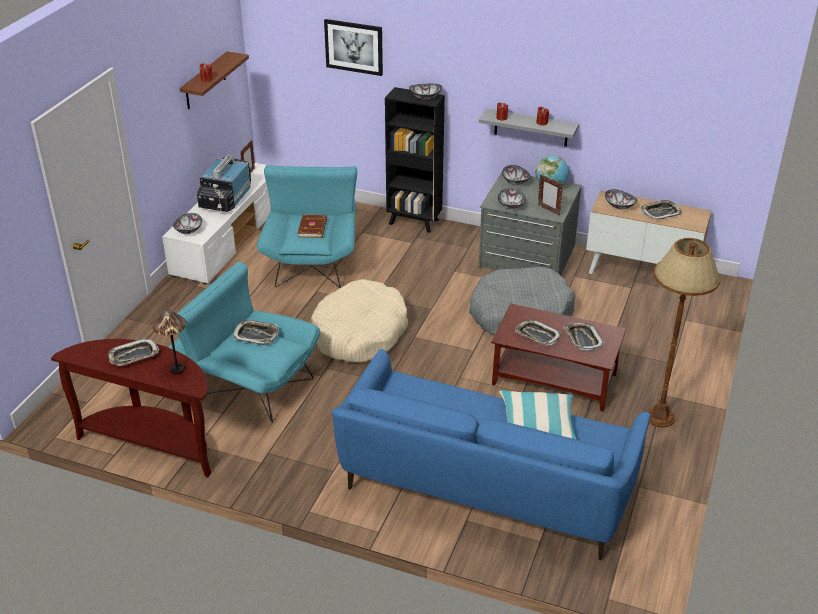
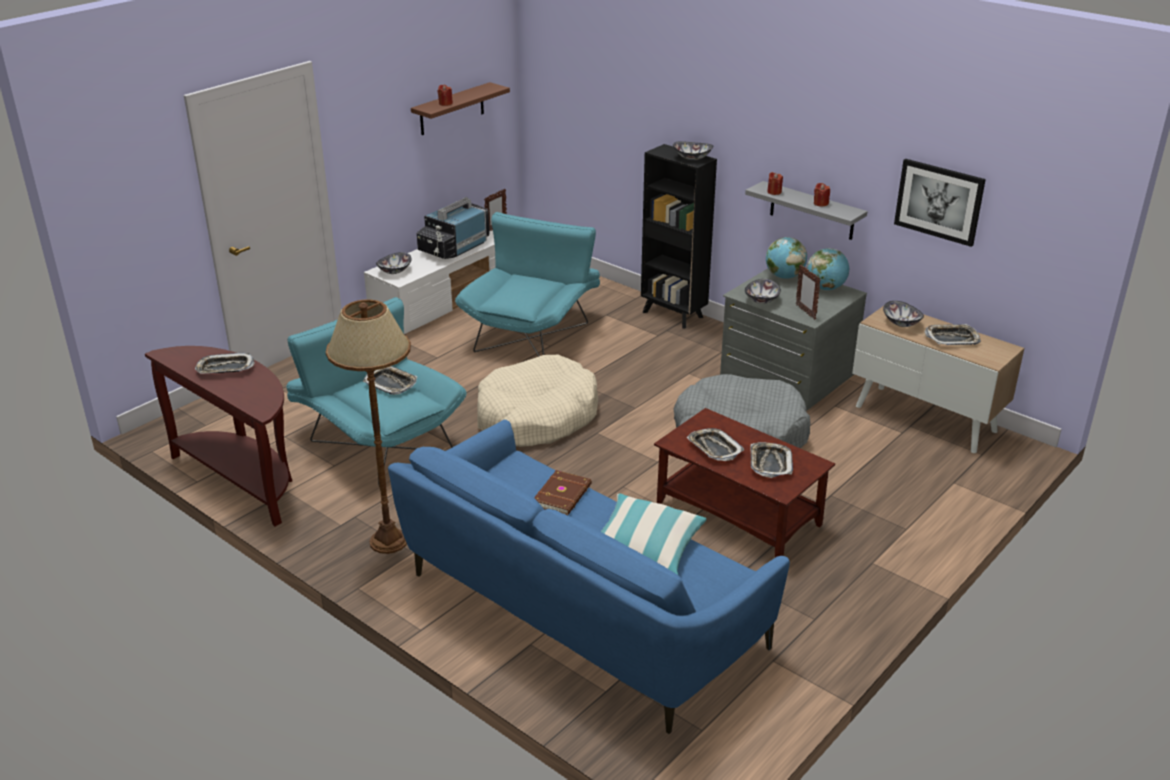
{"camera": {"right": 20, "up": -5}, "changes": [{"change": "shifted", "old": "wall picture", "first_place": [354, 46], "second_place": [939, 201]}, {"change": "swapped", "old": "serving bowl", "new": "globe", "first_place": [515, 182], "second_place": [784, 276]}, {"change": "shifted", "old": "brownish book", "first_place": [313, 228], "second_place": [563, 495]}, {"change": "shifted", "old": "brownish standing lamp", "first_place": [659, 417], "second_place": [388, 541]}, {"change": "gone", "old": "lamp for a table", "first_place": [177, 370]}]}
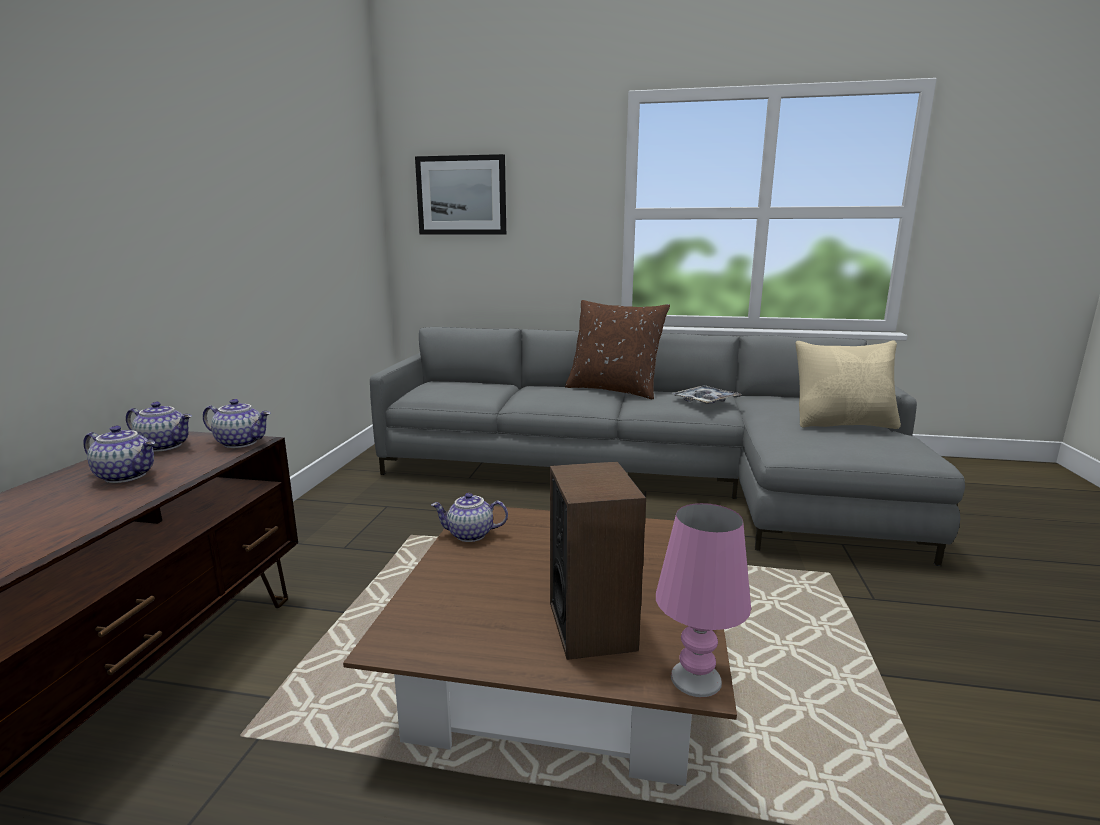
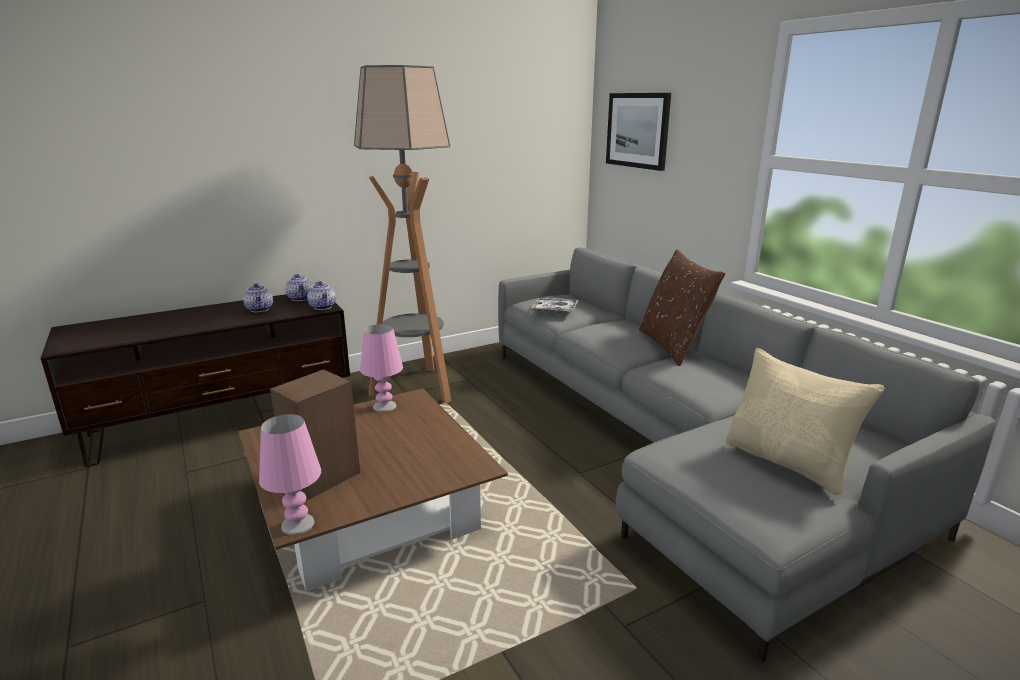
{"camera": {"right": 50, "up": 5}, "changes": [{"change": "shifted", "old": "serving tray", "first_place": [705, 401], "second_place": [555, 310]}, {"change": "swapped", "old": "teapot", "new": "pinkish lamp for a table", "first_place": [470, 535], "second_place": [384, 406]}, {"change": "new", "new": "standing lamp", "second_place": [416, 388]}]}
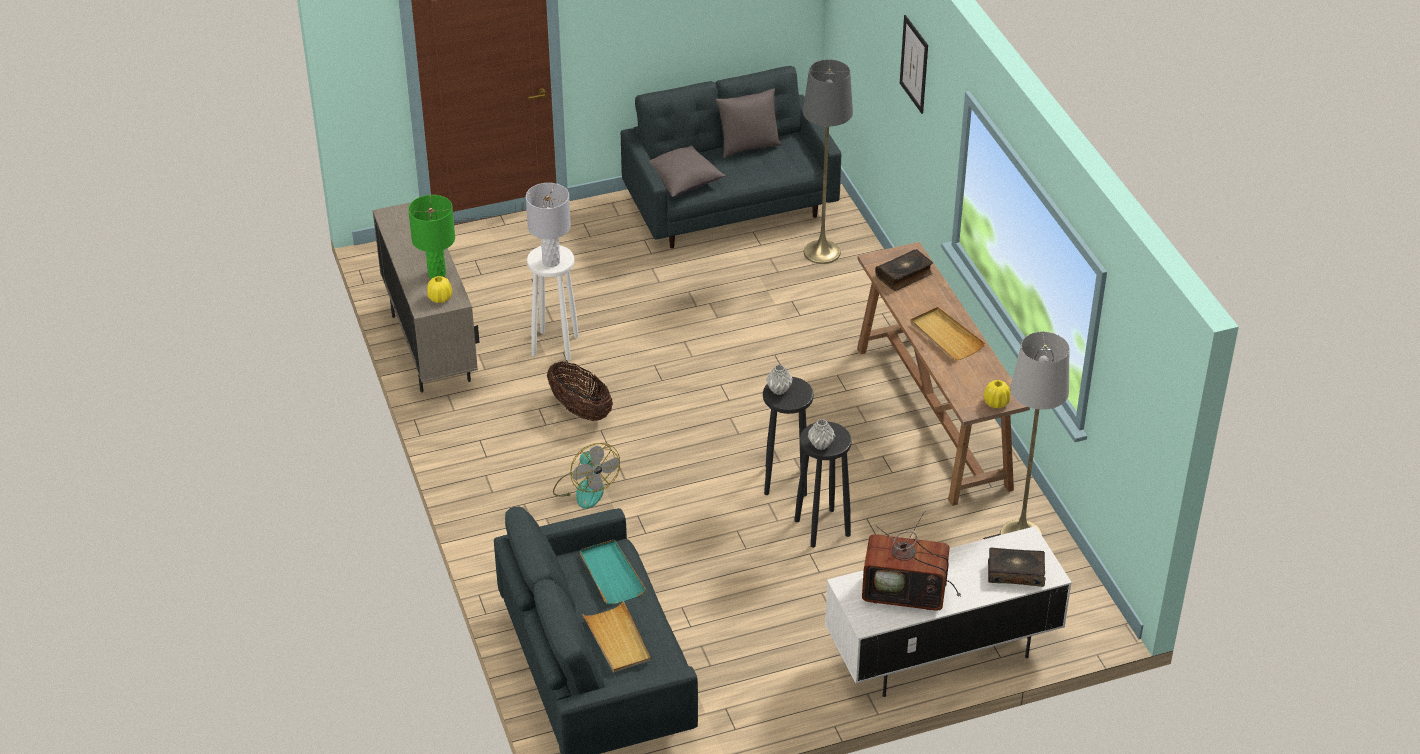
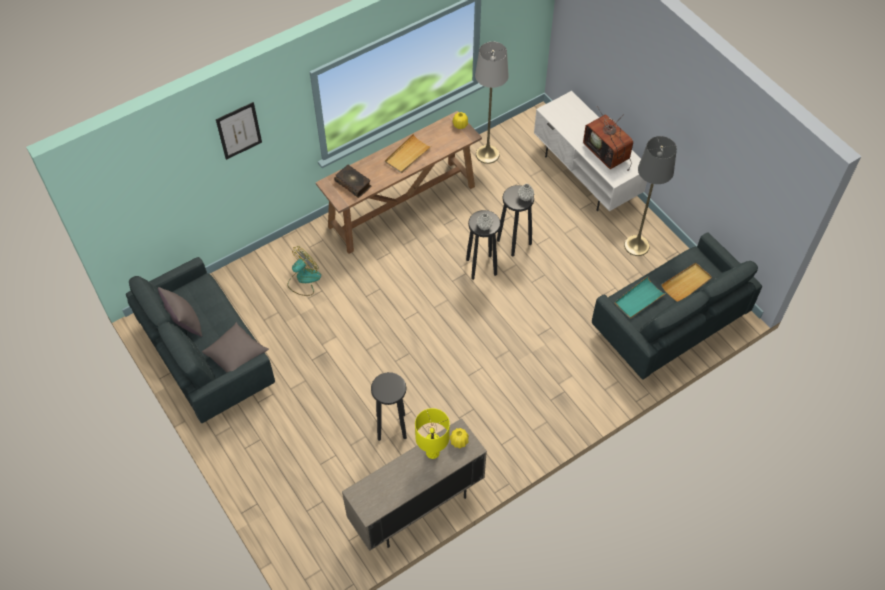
{"camera": {"right": -105, "up": 15}, "changes": [{"change": "shifted", "old": "gray standing lamp", "first_place": [821, 252], "second_place": [636, 245]}, {"change": "gone", "old": "gray lamp for a table", "first_place": [551, 261]}, {"change": "repainted", "old": "greenish lamp for a table", "new": "yellow lamp for a table", "first_place": [437, 274], "second_place": [433, 452]}, {"change": "repainted", "old": "whitish sitting stool", "new": "blackish sitting stool", "first_place": [556, 345], "second_place": [391, 426]}, {"change": "gone", "old": "basket", "first_place": [580, 410]}, {"change": "shifted", "old": "fan", "first_place": [585, 488], "second_place": [303, 279]}, {"change": "rotated", "old": "television", "first_place": [907, 591], "second_place": [608, 153], "degrees": 150}, {"change": "gone", "old": "book", "first_place": [1015, 572]}]}
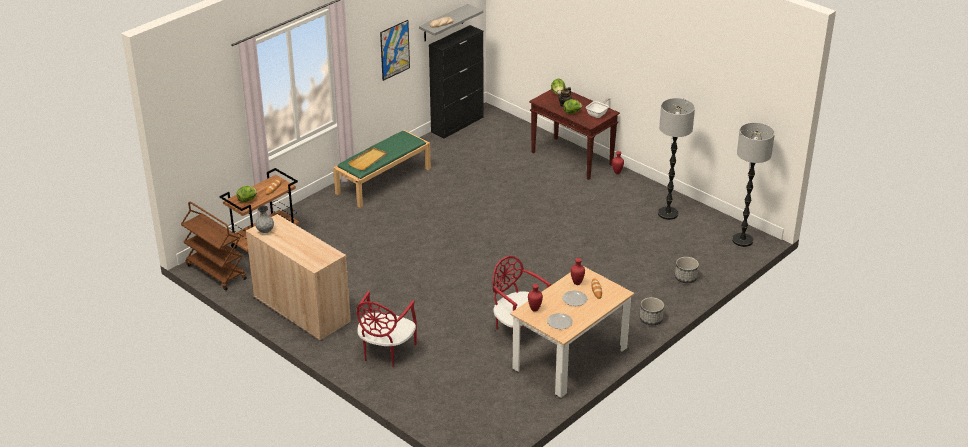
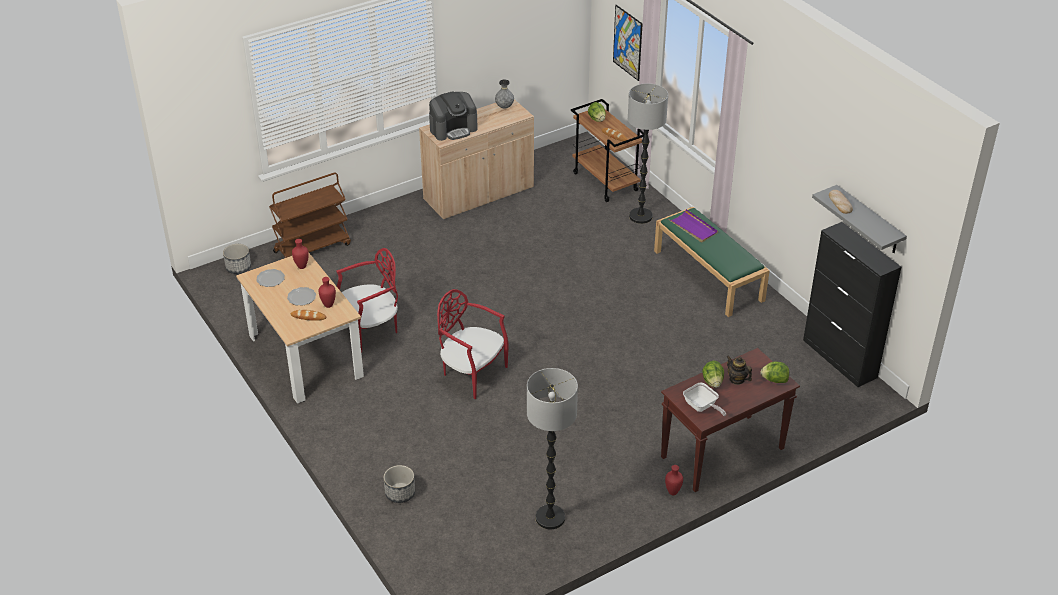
{"camera": {"right": 105, "up": 5}, "changes": [{"change": "shifted", "old": "wall picture", "first_place": [395, 50], "second_place": [627, 42]}, {"change": "shifted", "old": "standing lamp", "first_place": [742, 240], "second_place": [640, 216]}, {"change": "repainted", "old": "sand-coloured serving tray", "new": "purplish serving tray", "first_place": [368, 160], "second_place": [693, 228]}, {"change": "shifted", "old": "brownish wheeled cart", "first_place": [215, 272], "second_place": [312, 248]}, {"change": "shifted", "old": "red upright chair", "first_place": [386, 352], "second_place": [472, 373]}, {"change": "shifted", "old": "plant pot", "first_place": [651, 319], "second_place": [238, 267]}, {"change": "new", "new": "coffee maker", "second_place": [453, 129]}]}
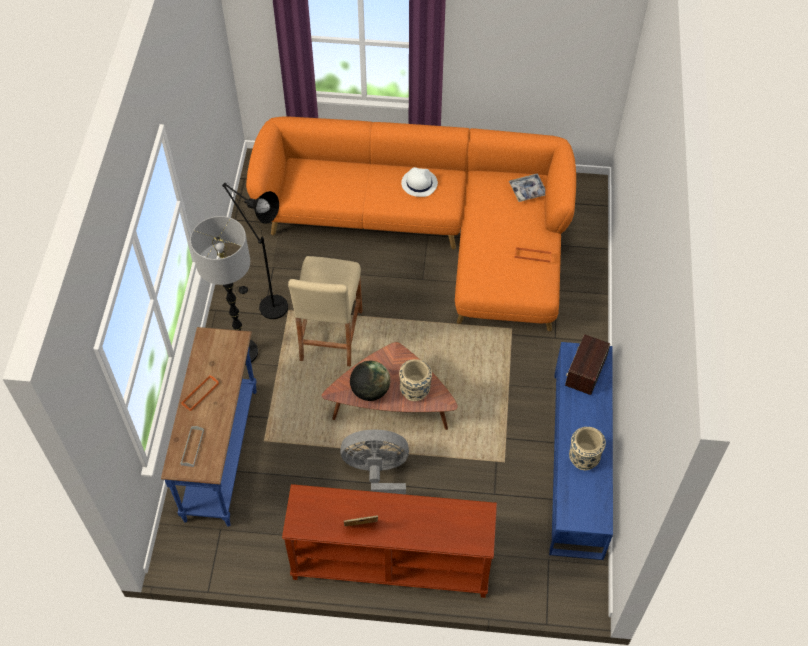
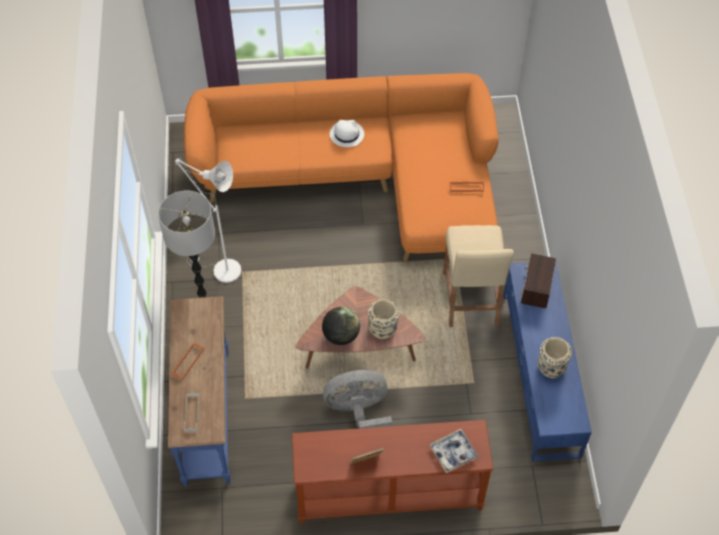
{"camera": {"right": -10, "up": 0}, "changes": [{"change": "shifted", "old": "serving tray", "first_place": [528, 190], "second_place": [453, 452]}, {"change": "repainted", "old": "blackish standing lamp", "new": "whitish standing lamp", "first_place": [268, 305], "second_place": [221, 270]}, {"change": "shifted", "old": "sand-coloured sitting stool", "first_place": [330, 335], "second_place": [470, 298]}]}
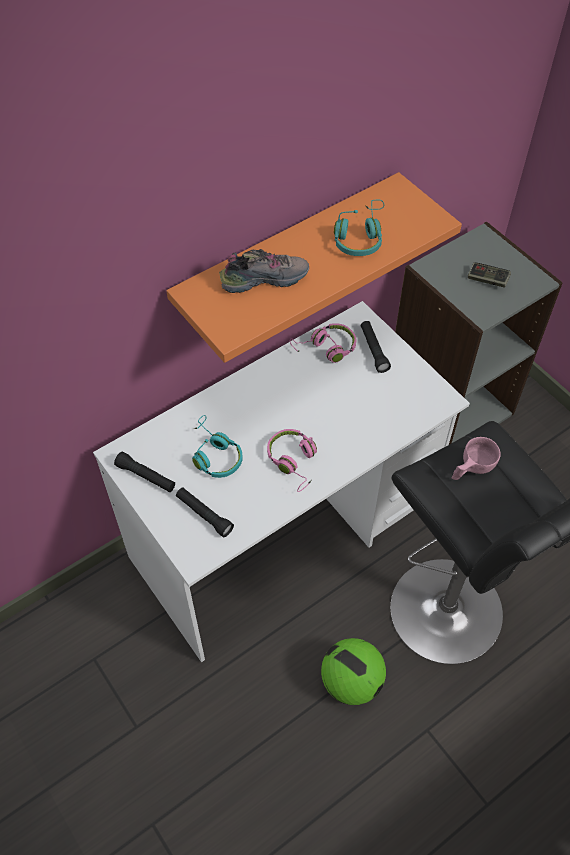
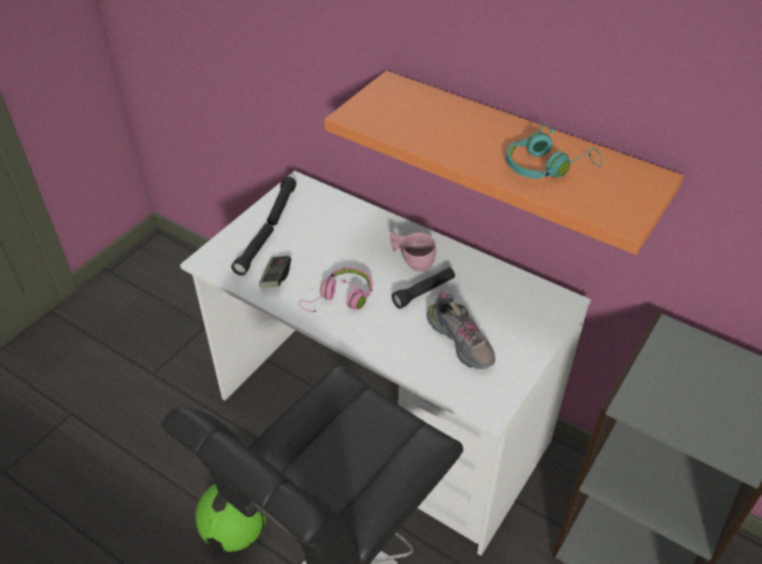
{"camera": {"right": 70, "up": -10}, "changes": [{"change": "shifted", "old": "item of footwear", "first_place": [264, 279], "second_place": [462, 341]}, {"change": "shifted", "old": "joypad", "first_place": [487, 280], "second_place": [275, 277]}, {"change": "shifted", "old": "blackish flashlight", "first_place": [373, 350], "second_place": [424, 292]}, {"change": "gone", "old": "pinkish headset", "first_place": [326, 348]}, {"change": "gone", "old": "blue-green headset", "first_place": [214, 454]}, {"change": "shifted", "old": "pinkish small cup", "first_place": [471, 469], "second_place": [412, 260]}]}
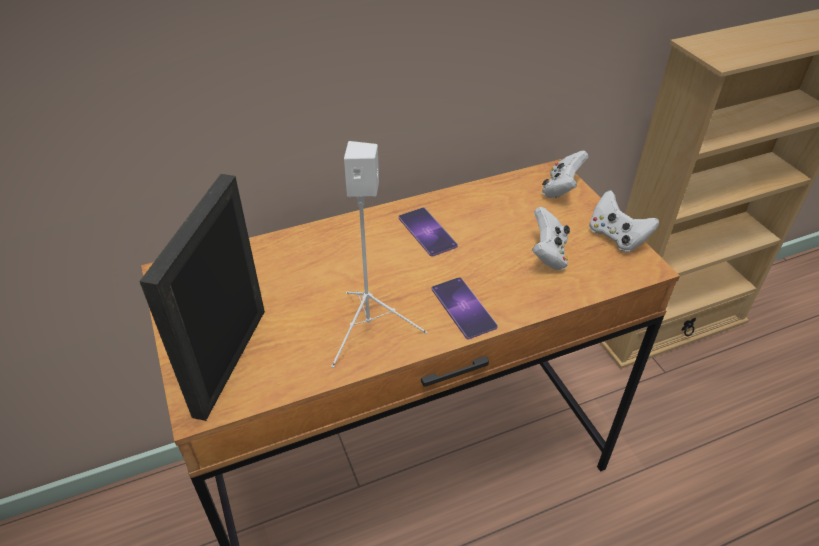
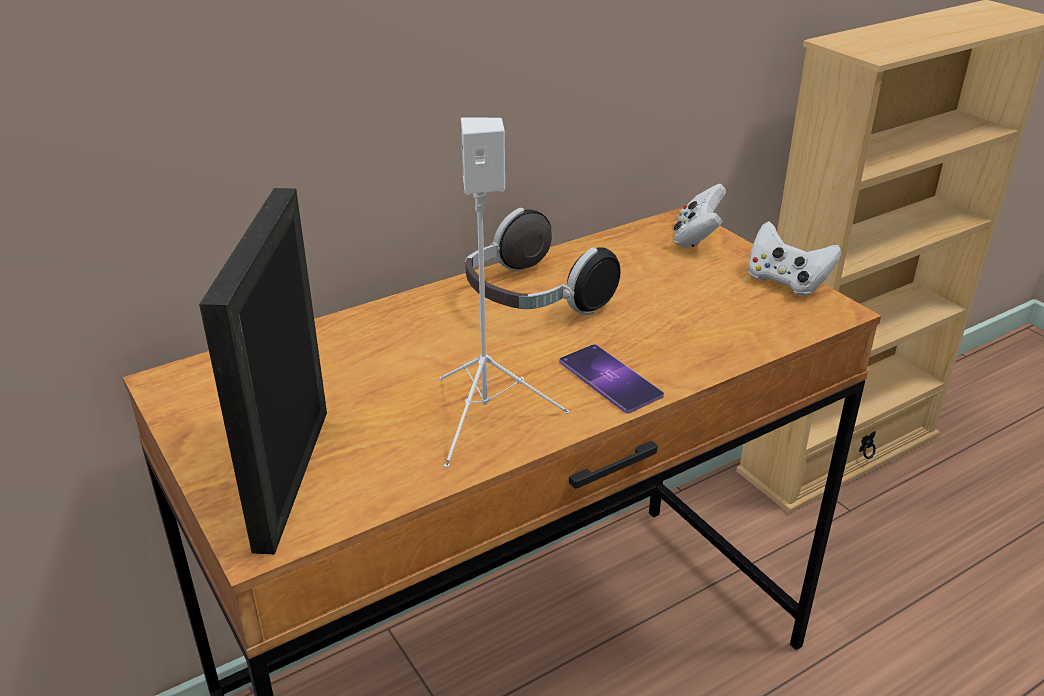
{"camera": {"right": -10, "up": -10}, "changes": [{"change": "swapped", "old": "telephone", "new": "headset", "first_place": [427, 232], "second_place": [532, 299]}, {"change": "gone", "old": "whitish joypad", "first_place": [548, 254]}]}
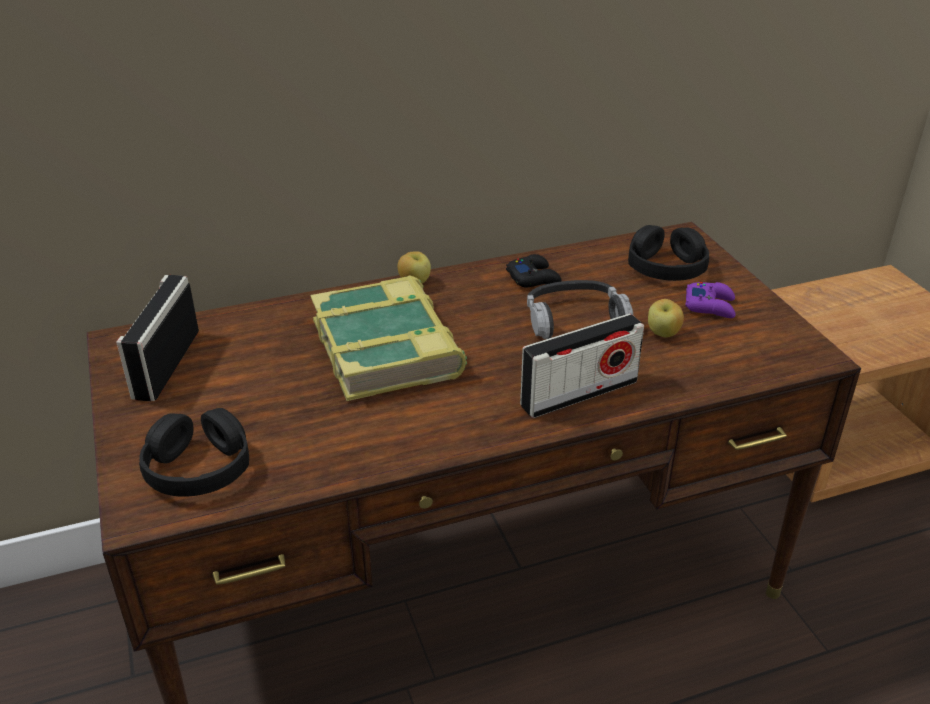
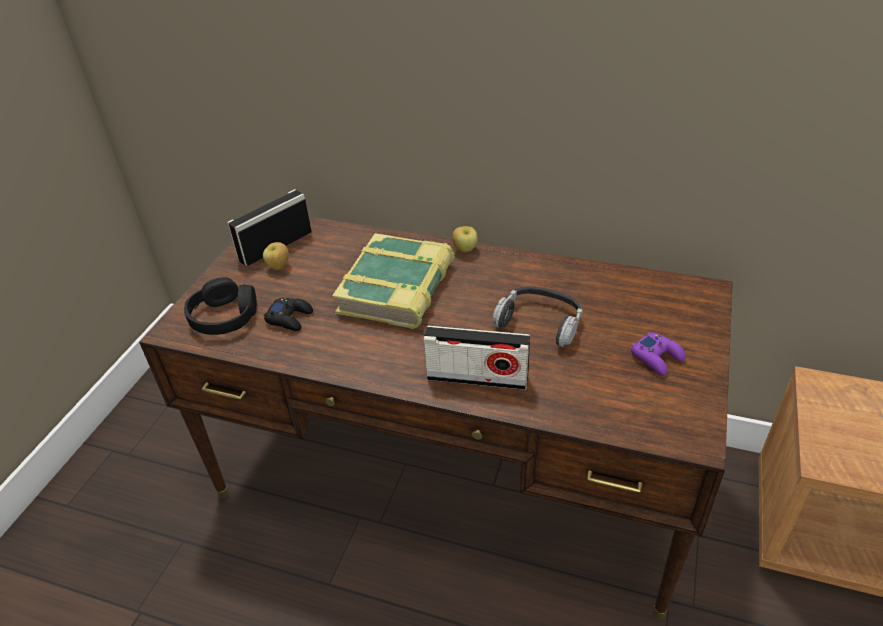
{"camera": {"right": 40, "up": 5}, "changes": [{"change": "gone", "old": "blackish headset", "first_place": [666, 267]}, {"change": "shifted", "old": "blackish joypad", "first_place": [533, 278], "second_place": [290, 318]}, {"change": "shifted", "old": "apple", "first_place": [663, 334], "second_place": [279, 267]}]}
